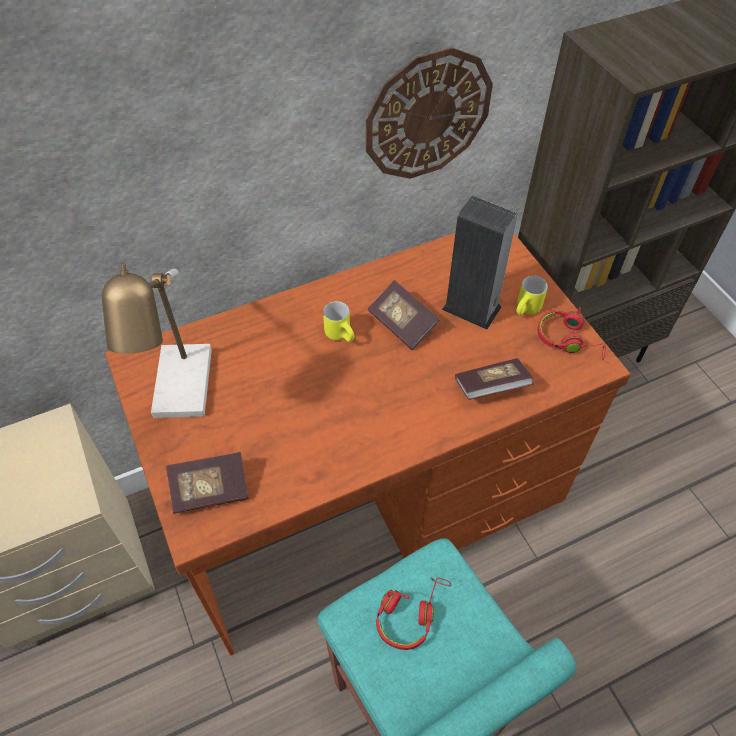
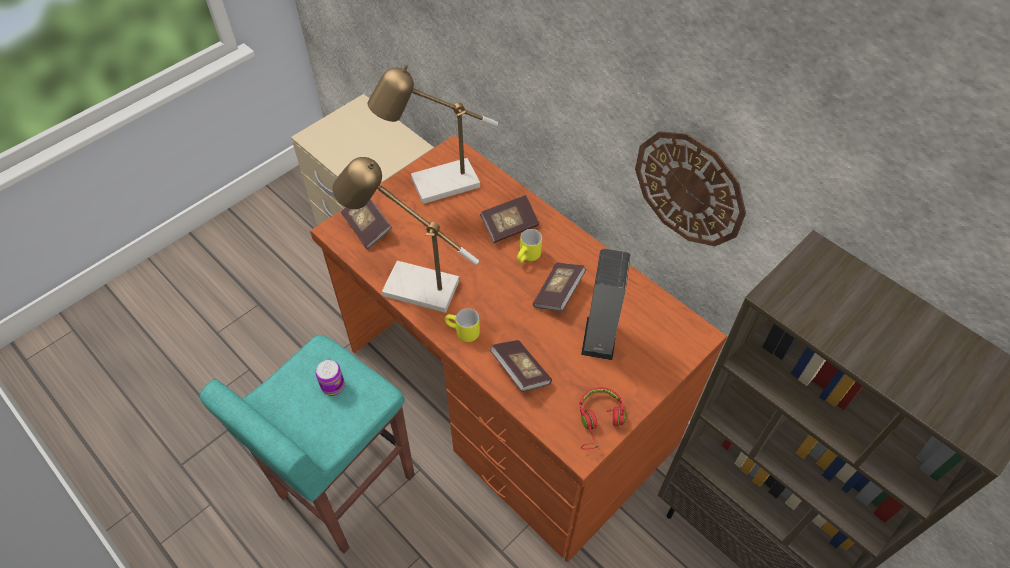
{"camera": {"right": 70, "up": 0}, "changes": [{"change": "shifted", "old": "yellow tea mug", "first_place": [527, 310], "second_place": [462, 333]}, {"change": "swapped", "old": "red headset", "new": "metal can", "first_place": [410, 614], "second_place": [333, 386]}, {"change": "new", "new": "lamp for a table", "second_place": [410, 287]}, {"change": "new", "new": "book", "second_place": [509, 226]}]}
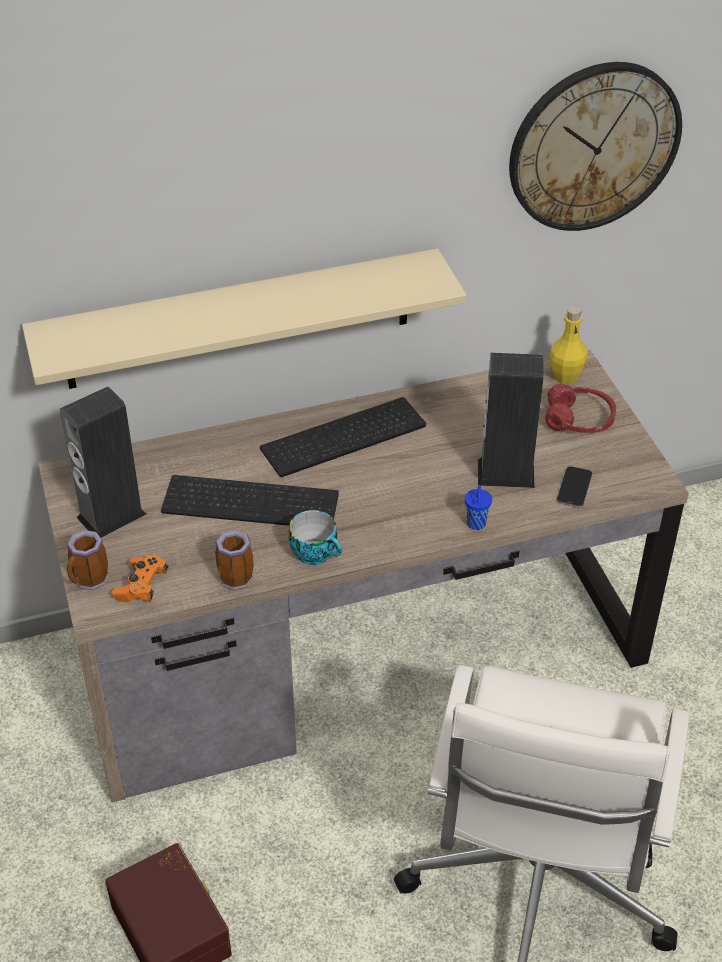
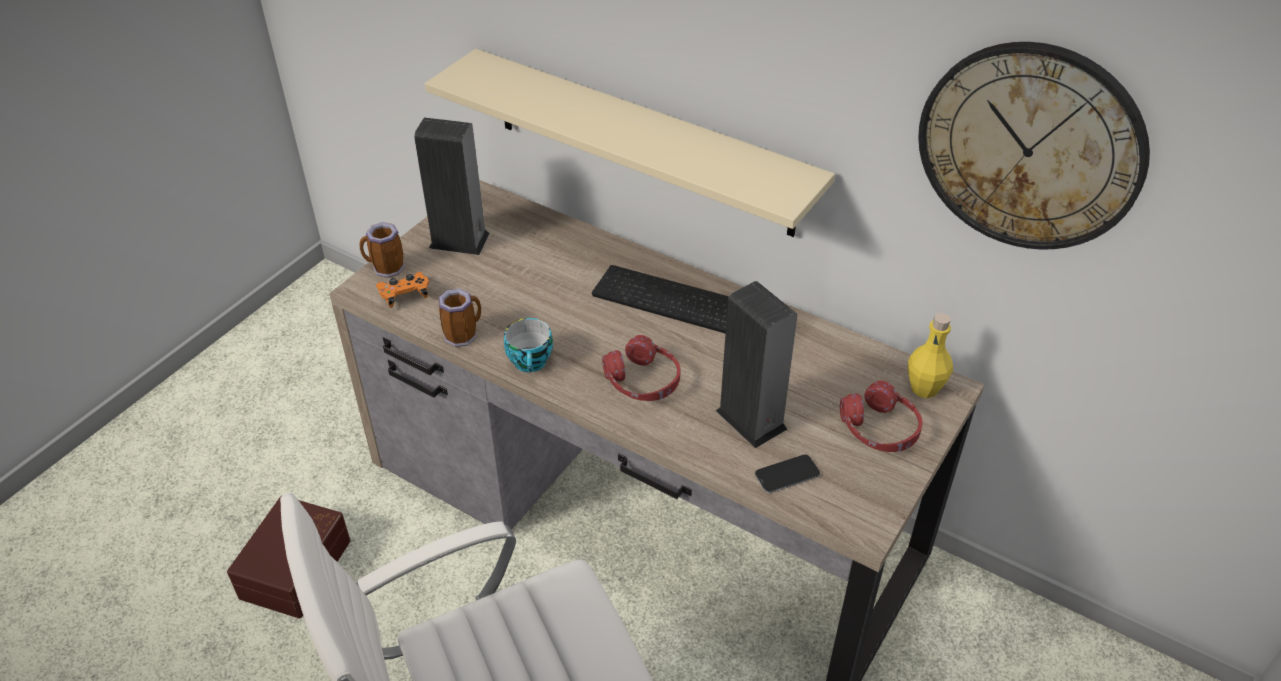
{"camera": {"right": 50, "up": 0}, "changes": [{"change": "gone", "old": "keyboard", "first_place": [253, 501]}, {"change": "gone", "old": "bluish small cup", "first_place": [476, 524]}, {"change": "new", "new": "red headset", "second_place": [642, 381]}]}
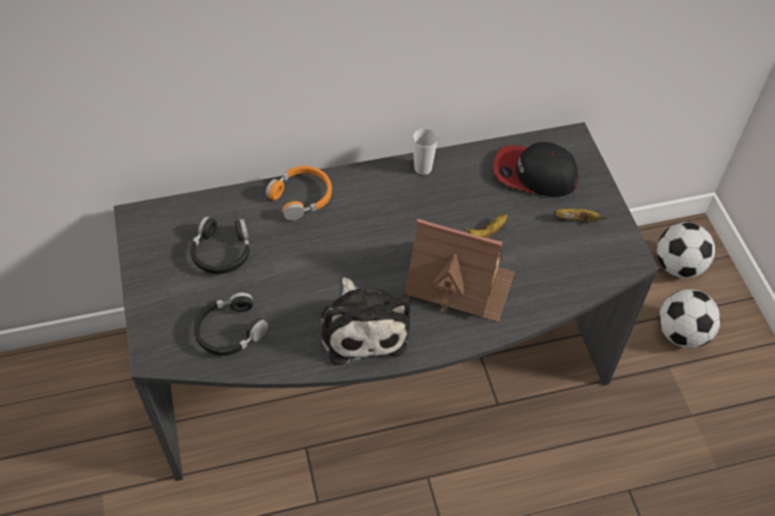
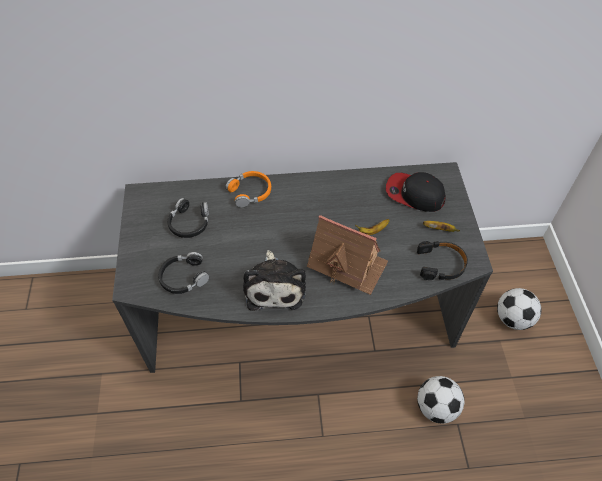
{"camera": {"right": 10, "up": 0}, "changes": [{"change": "gone", "old": "small cup", "first_place": [423, 168]}, {"change": "shifted", "old": "football ball", "first_place": [678, 266], "second_place": [436, 407]}, {"change": "new", "new": "blackish headset", "second_place": [441, 264]}]}
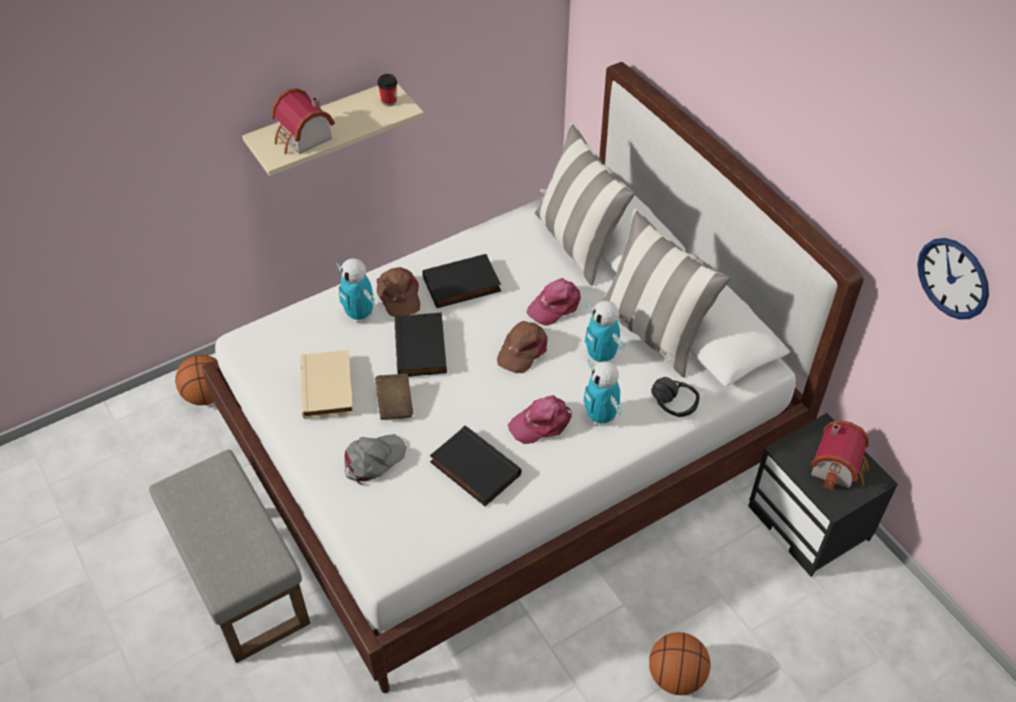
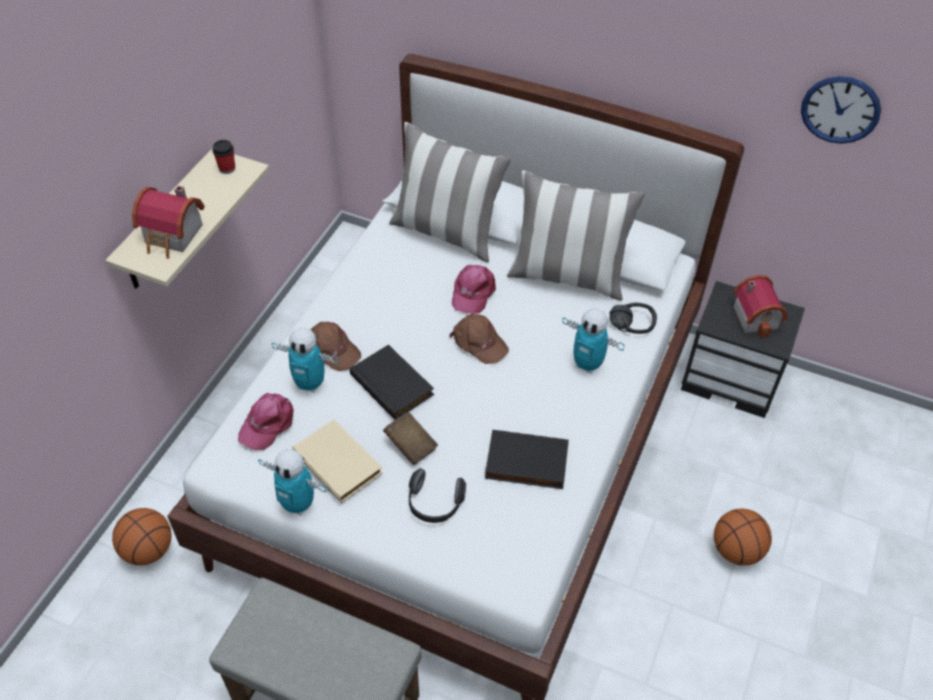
{"camera": {"right": -35, "up": 0}, "changes": [{"change": "gone", "old": "blackish book", "first_place": [462, 285]}, {"change": "shifted", "old": "toy robot", "first_place": [601, 356], "second_place": [298, 504]}, {"change": "rotated", "old": "brownish peaked cap", "first_place": [522, 350], "second_place": [479, 342], "degrees": -45}, {"change": "shifted", "old": "pinkish peaked cap", "first_place": [541, 423], "second_place": [268, 423]}, {"change": "swapped", "old": "gray peaked cap", "new": "headset", "first_place": [373, 460], "second_place": [434, 504]}]}
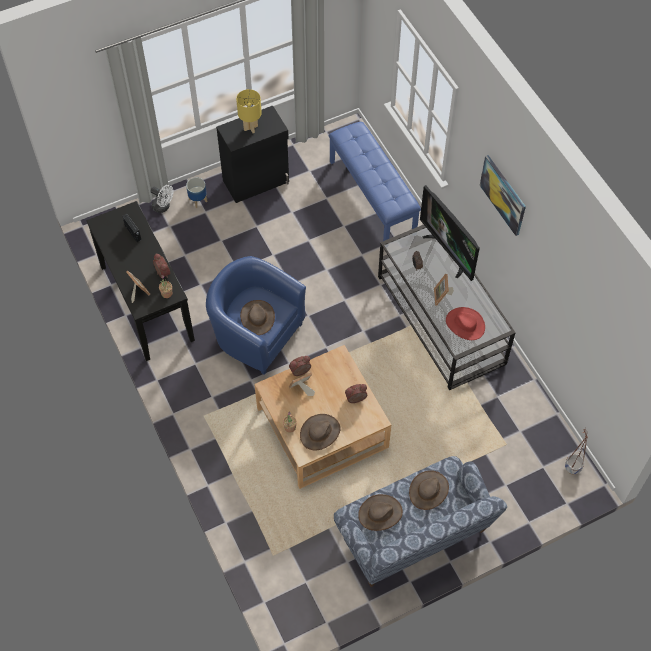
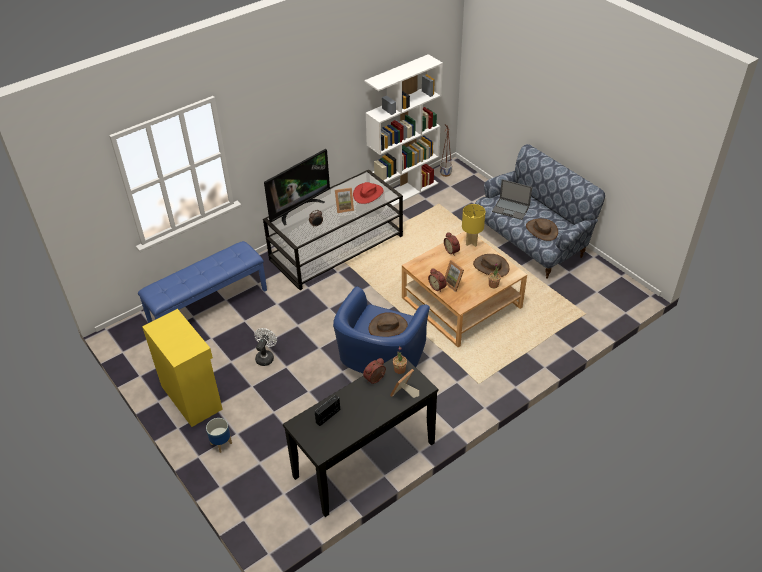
{"camera": {"right": -100, "up": -15}, "changes": [{"change": "shifted", "old": "yellow lamp for a table", "first_place": [251, 127], "second_place": [471, 242]}, {"change": "repainted", "old": "blackish cupboard", "new": "yellow cupboard", "first_place": [257, 181], "second_place": [192, 396]}, {"change": "gone", "old": "wall picture", "first_place": [503, 195]}, {"change": "shifted", "old": "whitish fan", "first_place": [163, 207], "second_place": [266, 357]}, {"change": "swapped", "old": "brownish clothing hat", "new": "notebook computer", "first_place": [429, 490], "second_place": [511, 209]}, {"change": "new", "new": "whitish bookshelf", "second_place": [403, 192]}]}
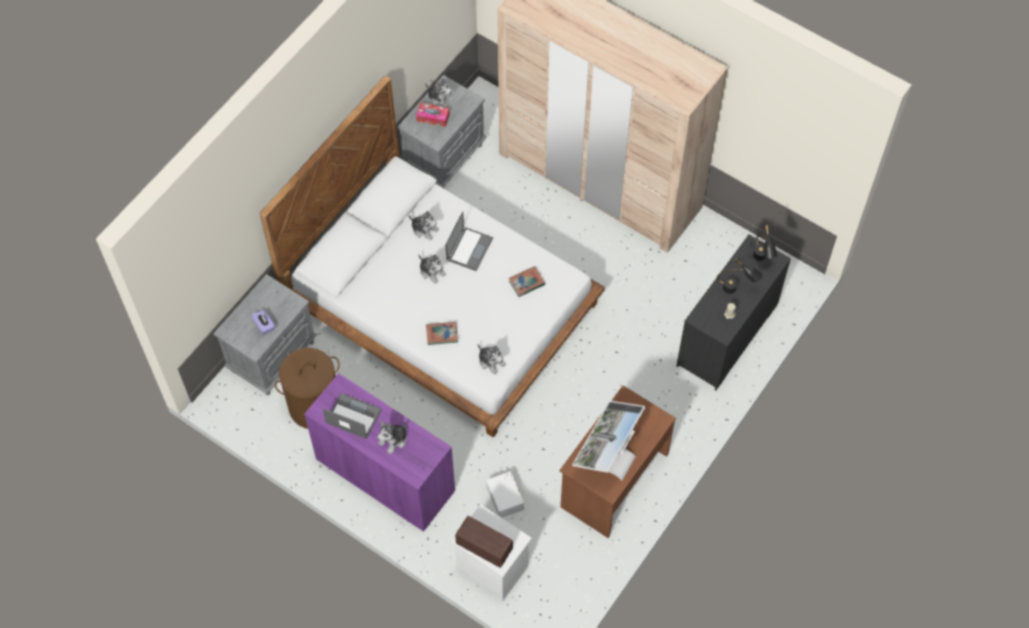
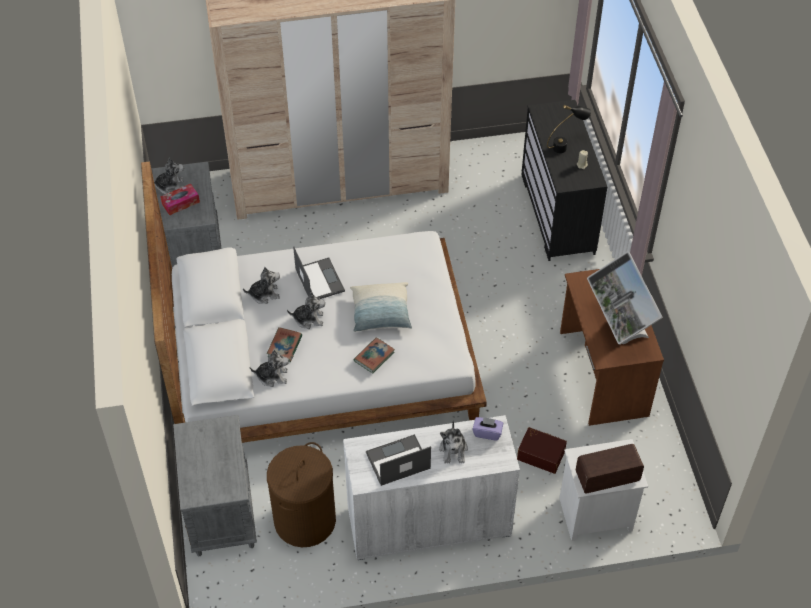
{"camera": {"right": -45, "up": -10}, "changes": [{"change": "gone", "old": "blackish lamp for a table", "first_place": [761, 260]}, {"change": "shifted", "old": "book", "first_place": [526, 283], "second_place": [284, 346]}, {"change": "shifted", "old": "purplish tissue box", "first_place": [264, 326], "second_place": [487, 433]}, {"change": "shifted", "old": "plush toy", "first_place": [491, 361], "second_place": [272, 376]}, {"change": "repainted", "old": "purplish cupboard", "new": "whitish cupboard", "first_place": [385, 475], "second_place": [428, 521]}, {"change": "repainted", "old": "whitish storage bin", "new": "brownish storage bin", "first_place": [506, 497], "second_place": [541, 454]}, {"change": "new", "new": "cushion", "second_place": [381, 314]}]}
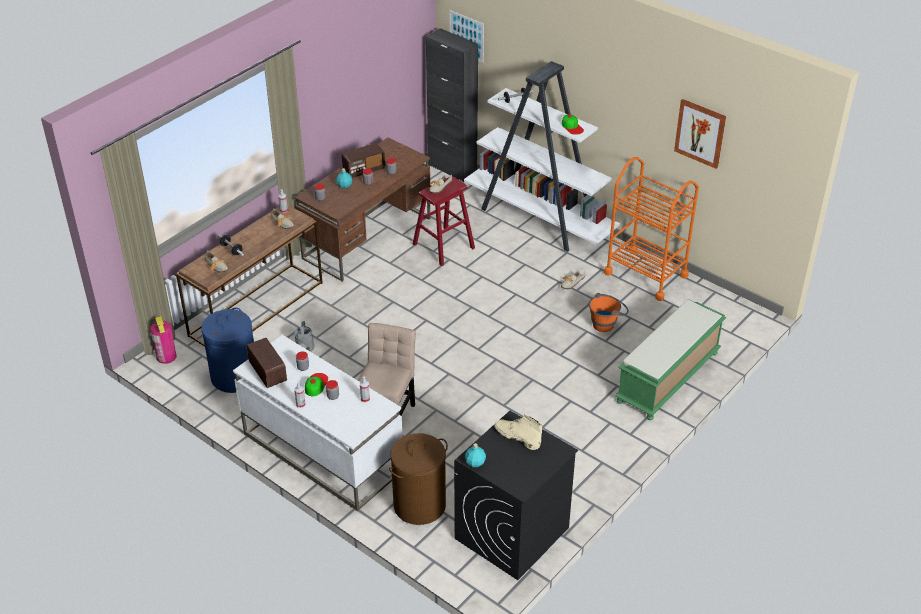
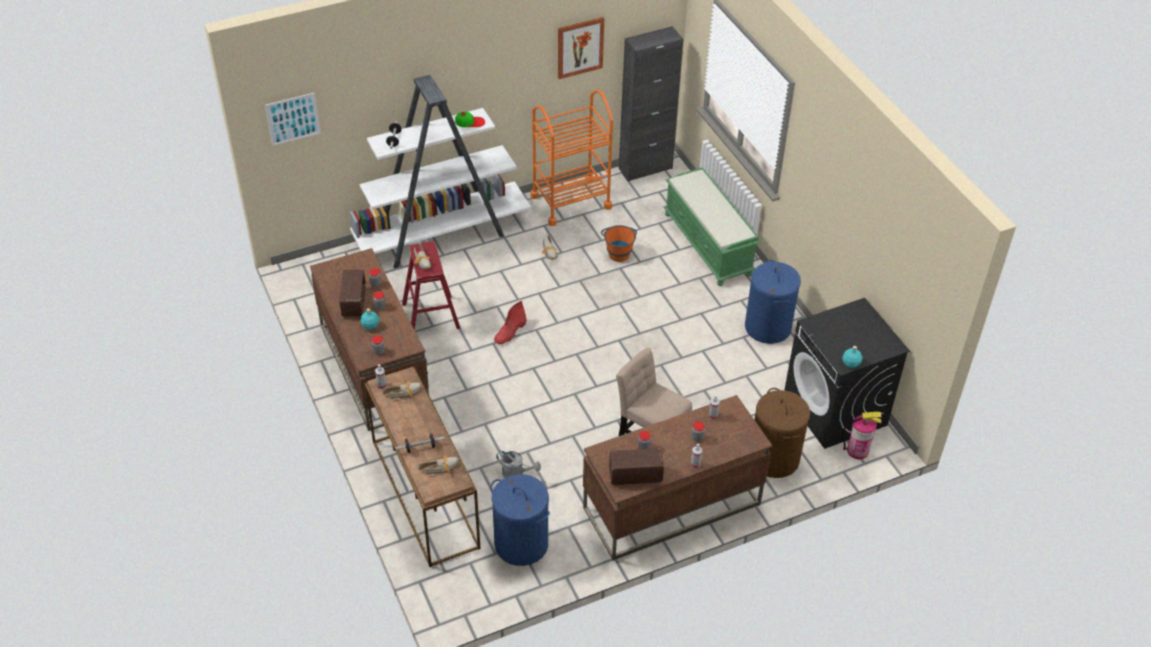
{"camera": {"right": -65, "up": 5}, "changes": [{"change": "shifted", "old": "blackish cupboard", "first_place": [452, 169], "second_place": [645, 168]}, {"change": "shifted", "old": "extinguisher", "first_place": [166, 356], "second_place": [857, 450]}, {"change": "repainted", "old": "whitish desk unit", "new": "brownish desk unit", "first_place": [322, 452], "second_place": [671, 506]}, {"change": "gone", "old": "peaked cap", "first_place": [316, 384]}, {"change": "gone", "old": "sand-coloured boot", "first_place": [517, 436]}, {"change": "new", "new": "bluish hamper", "second_place": [768, 327]}, {"change": "new", "new": "red boot", "second_place": [510, 332]}]}
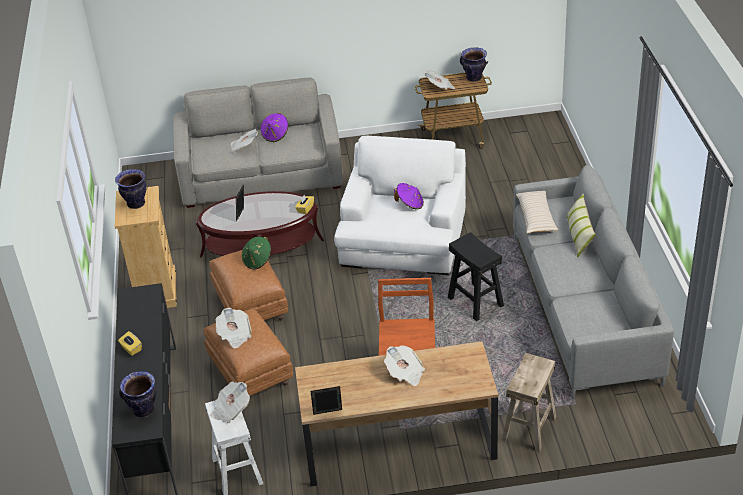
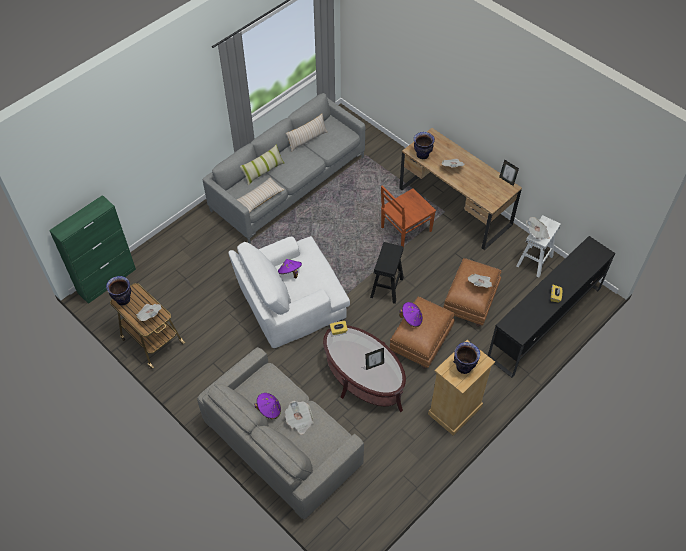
{"camera": {"right": -130, "up": 15}, "changes": [{"change": "shifted", "old": "blackish sitting stool", "first_place": [476, 302], "second_place": [386, 287]}, {"change": "repainted", "old": "greenish clothing hat", "new": "purplish clothing hat", "first_place": [257, 261], "second_place": [411, 319]}, {"change": "gone", "old": "sand-coloured sitting stool", "first_place": [529, 429]}, {"change": "shifted", "old": "flower vase", "first_place": [144, 410], "second_place": [422, 155]}, {"change": "new", "new": "sand-coloured cushion", "second_place": [307, 139]}, {"change": "new", "new": "greenish cupboard", "second_place": [107, 280]}]}
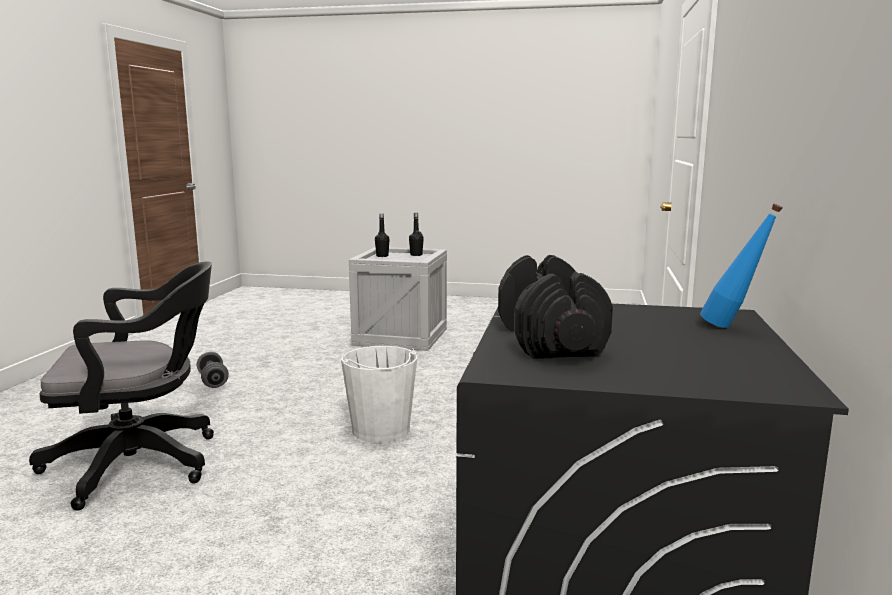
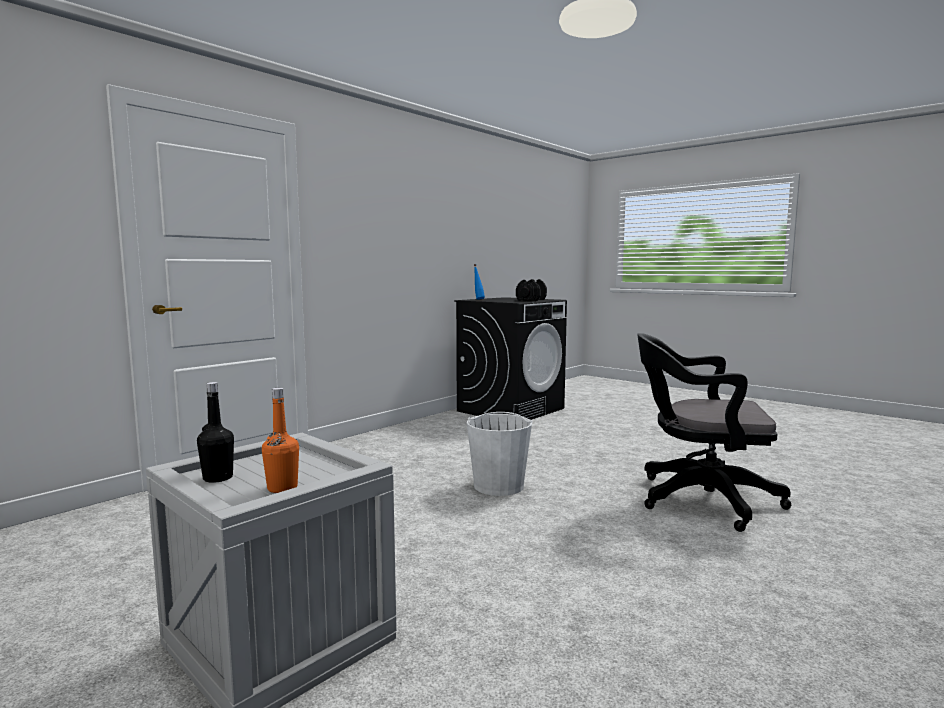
{"camera": {"right": -150, "up": -5}, "changes": [{"change": "repainted", "old": "blackish drink bottle", "new": "orange-coloured drink bottle", "first_place": [382, 256], "second_place": [282, 488]}, {"change": "gone", "old": "gray hand weight", "first_place": [213, 381]}]}
